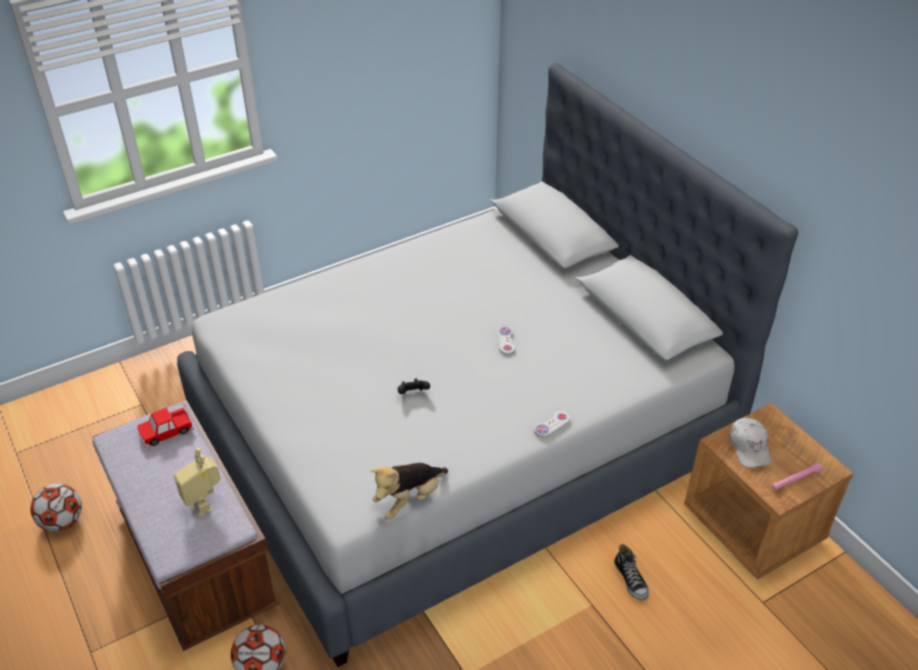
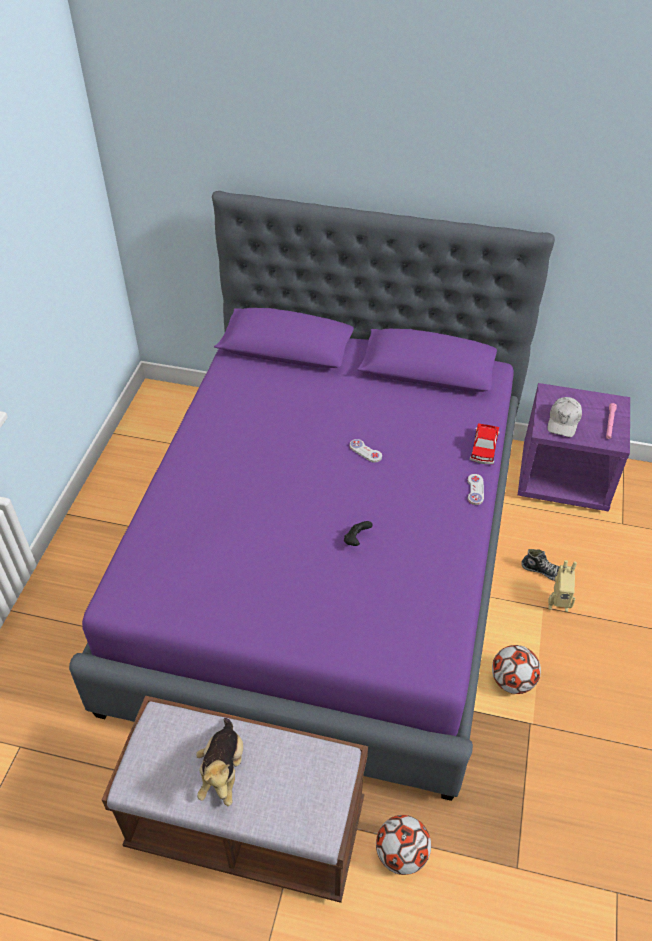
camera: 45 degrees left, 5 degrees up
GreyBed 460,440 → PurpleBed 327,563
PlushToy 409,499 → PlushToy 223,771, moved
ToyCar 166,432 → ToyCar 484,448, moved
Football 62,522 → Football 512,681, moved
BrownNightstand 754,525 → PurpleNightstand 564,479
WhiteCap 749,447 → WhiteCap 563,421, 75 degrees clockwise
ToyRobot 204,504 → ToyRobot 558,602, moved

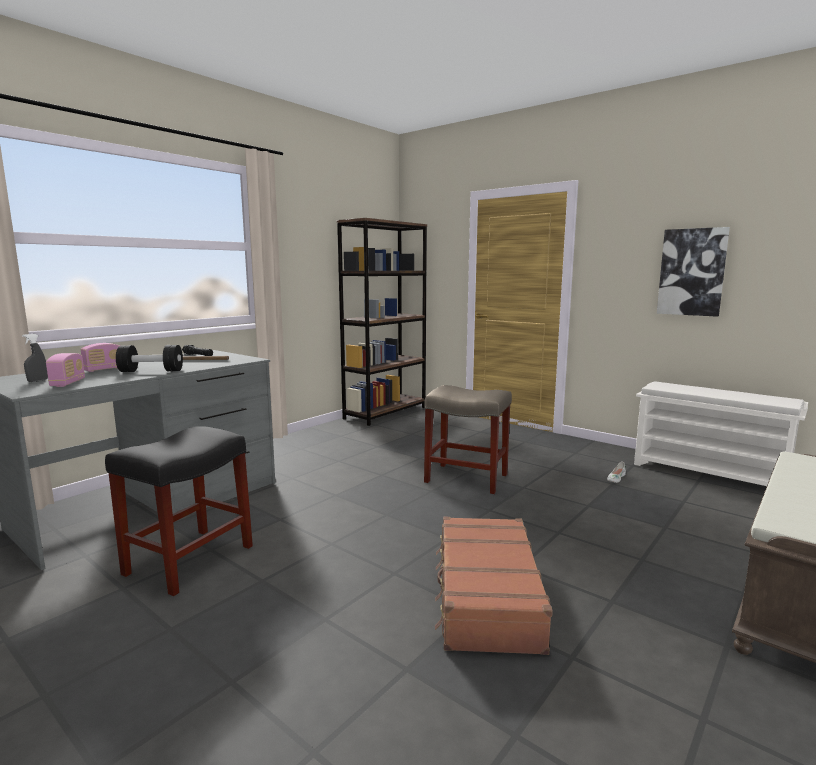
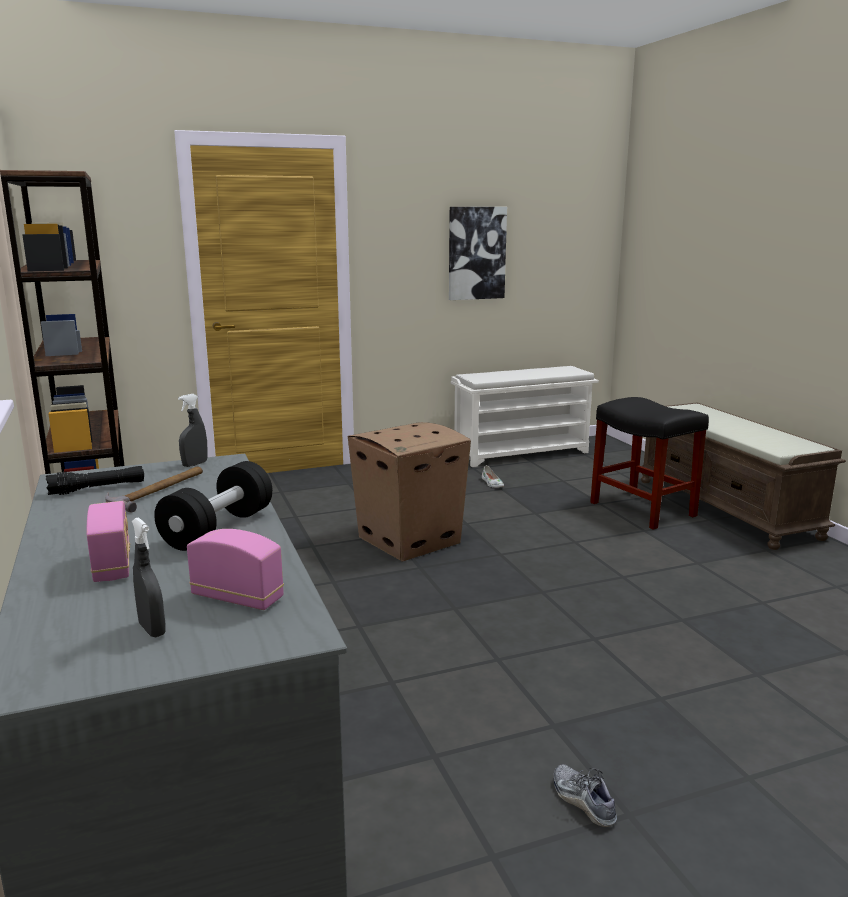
camera: 60 degrees left, 5 degrees up
- → GreySprayBottle 195,464
BeigeStool 467,478 → CardboardBox 410,540
- → Shoe 583,801
BlackStool 188,561 → BlackStool 644,510, moved
BrownSuitcase 486,596 → -

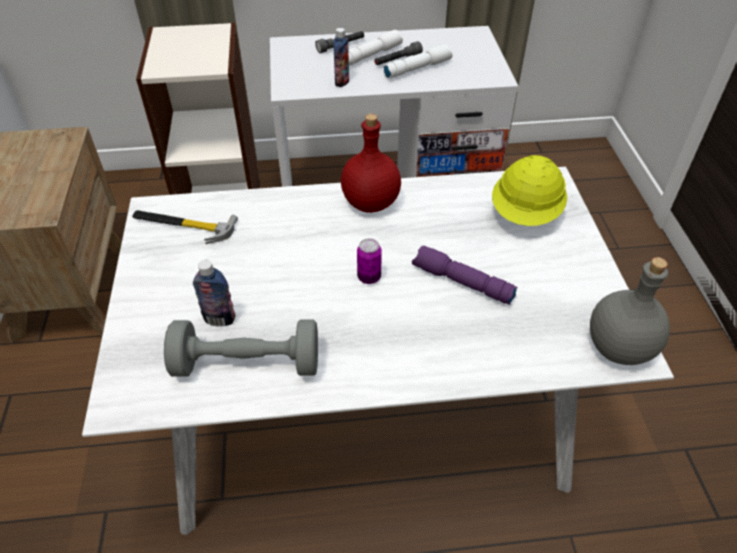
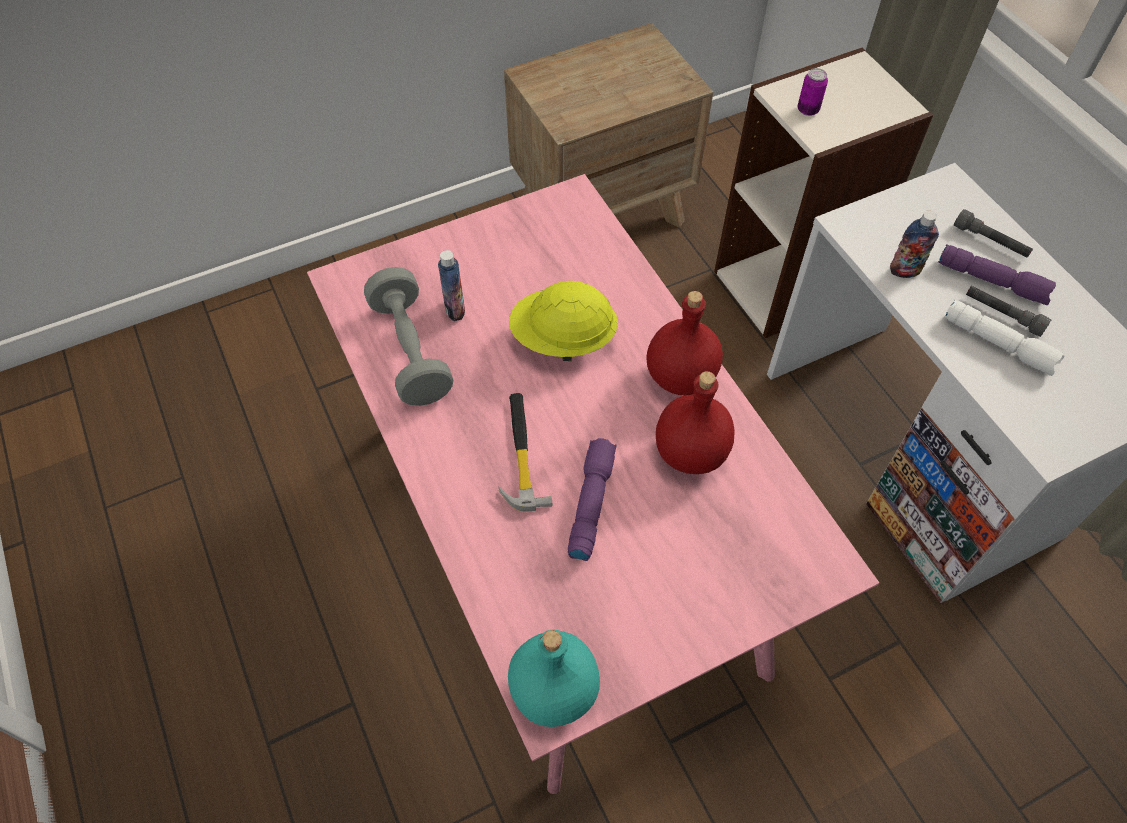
camera: 70 degrees right, 10 degrees up
WhiteDiningTable 369,414 → PinkDiningTable 566,543
Hammer 183,226 → Hammer 520,452, moved
GreyBottle 618,349 → TurquoiseBottle 552,691
YellowHardHat 525,214 → YellowHardHat 563,339, moved
- → RedBottle 690,454
Can 369,277 → Can 808,110, moved
WhiteFlashlight 371,55 → PurpleFlashlight 993,281

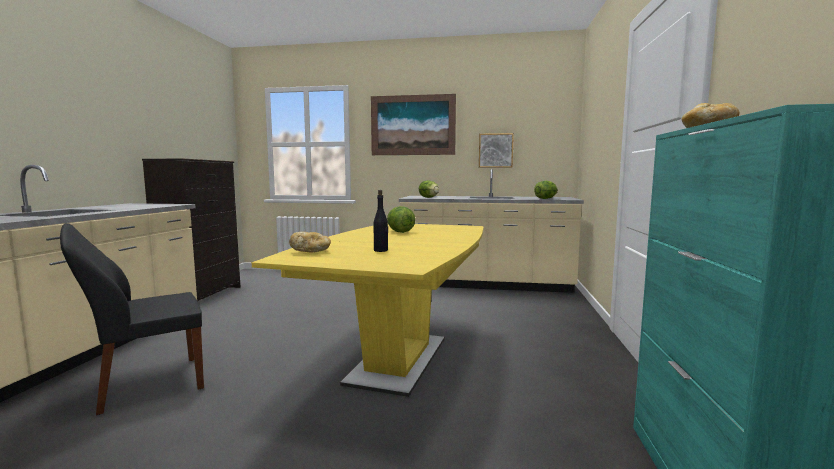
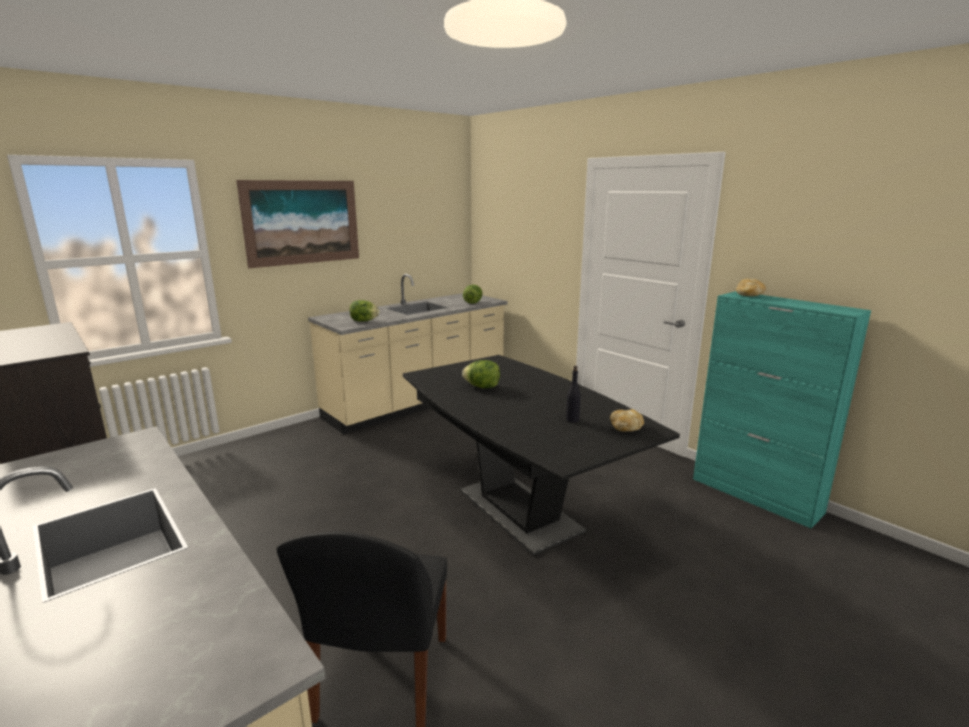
camera: 50 degrees left, 10 degrees up
YellowDiningTable 398,360 → BlackDiningTable 519,511
Bread 311,251 → Bread 626,428, moved
Picture 495,150 → -

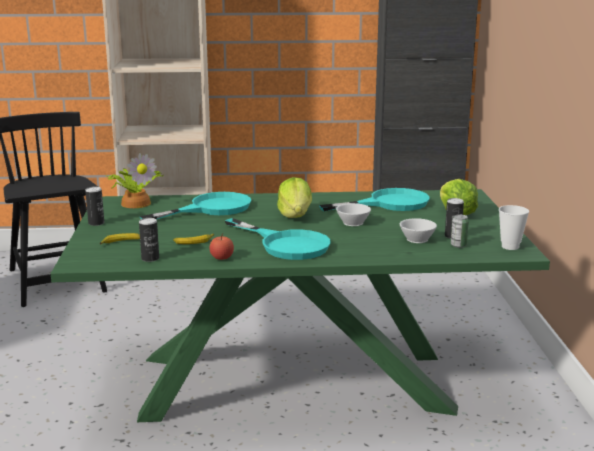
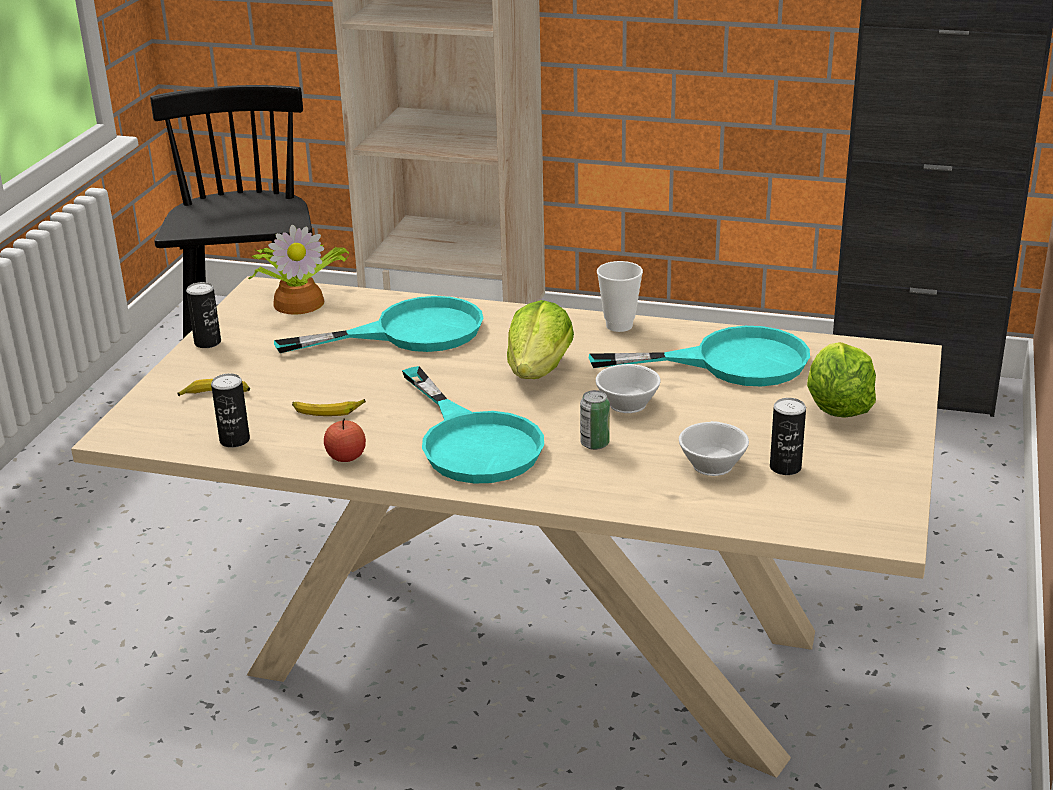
camera: 20 degrees right, 10 degrees up
GreenDiningTable 297,383 → BeigeDiningTable 535,651
Can 458,245 → Can 595,444, moved
Cup 510,246 → Cup 619,325, moved

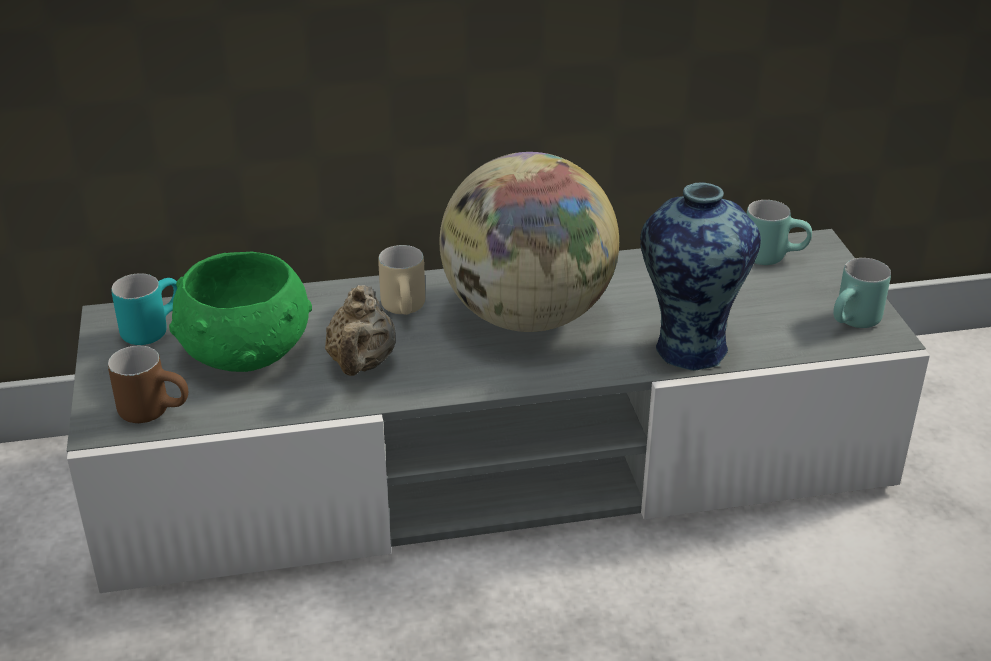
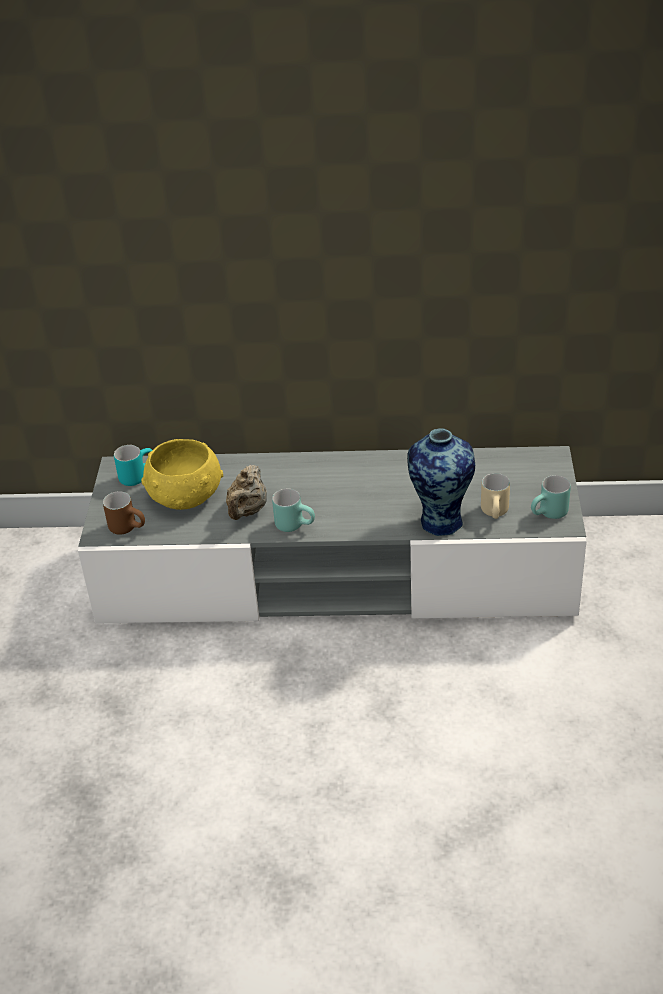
camera: 15 degrees right, 5 degrees up
GreenBowl 244,352 → YellowBowl 184,496
TurquoiseMug 773,256 → TurquoiseMug 296,524, moved
BeigeMug 407,310 → BeigeMug 497,513, moved
Globe 527,316 → -

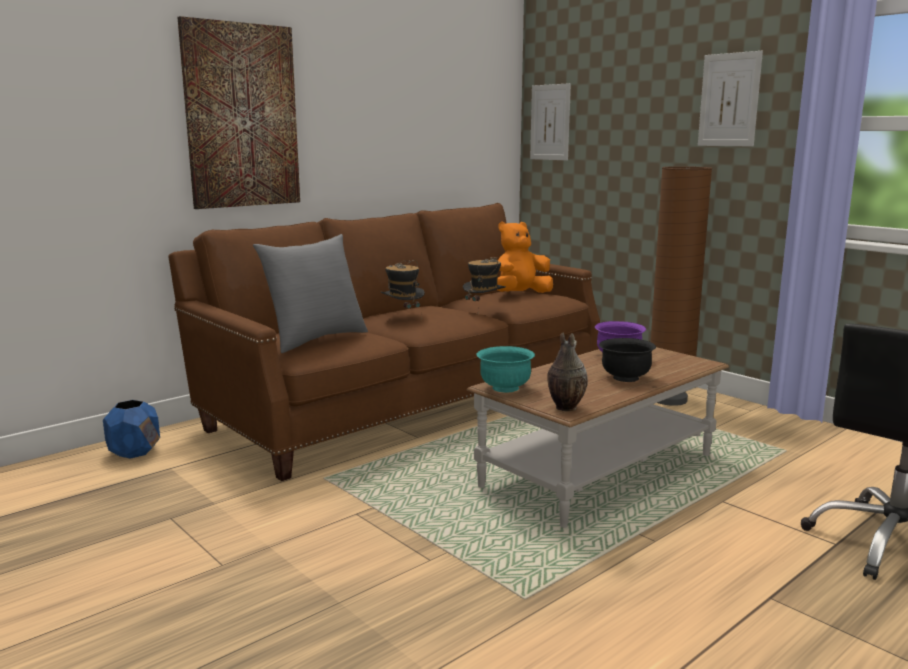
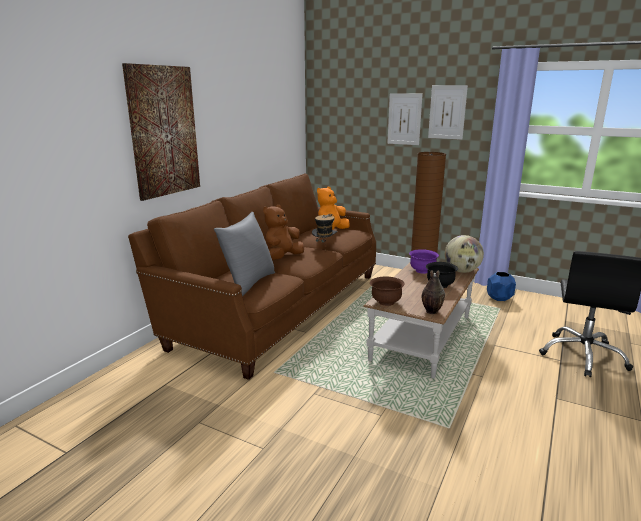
camera: 20 degrees left, 5 degrees up
Hat 403,317 → BrownPlushToy 282,258
TurquoiseBowl 505,388 → BrownBowl 386,302
Picture 550,122 → Picture 404,119, moved
- → Globe 462,271
BluePlanter 135,452 → BluePlanter 499,298, moved

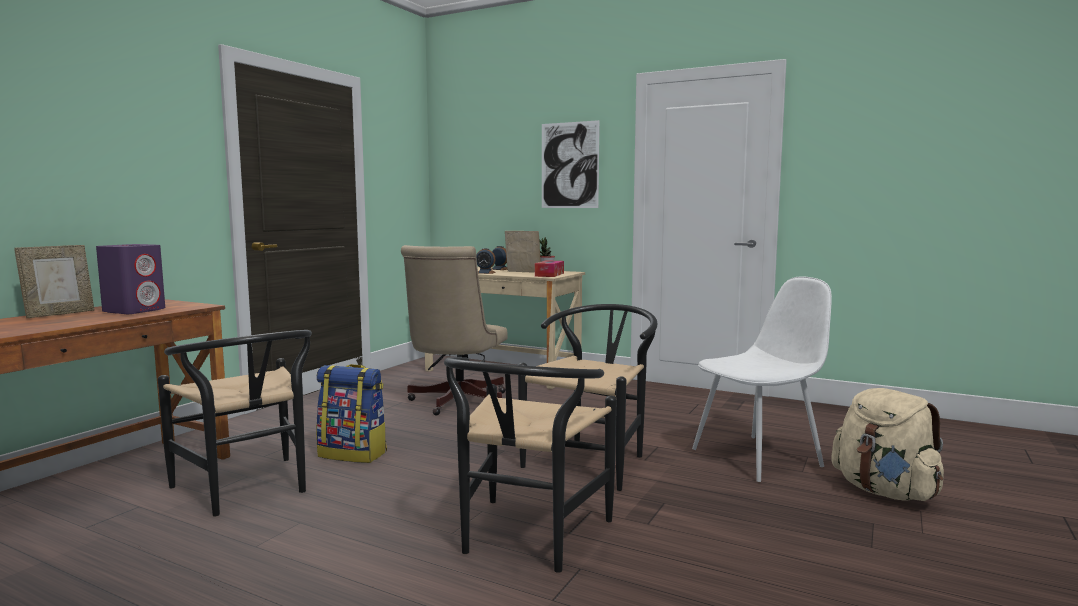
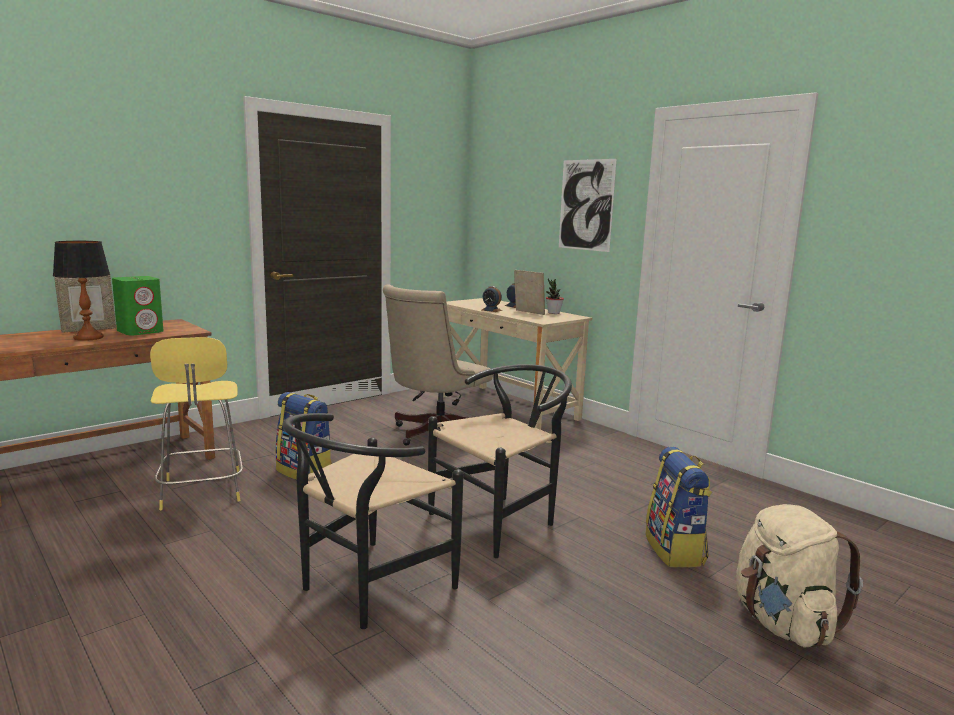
camera: 20 degrees right, 5 degrees up
- → TableLamp 89,338
PurpleSpeaker 135,310 → GreenSpeaker 141,331
BlackChair 248,490 → YellowStool 202,492
WhiteChair 758,457 → Backpack 675,550
TissueBox 549,274 → -

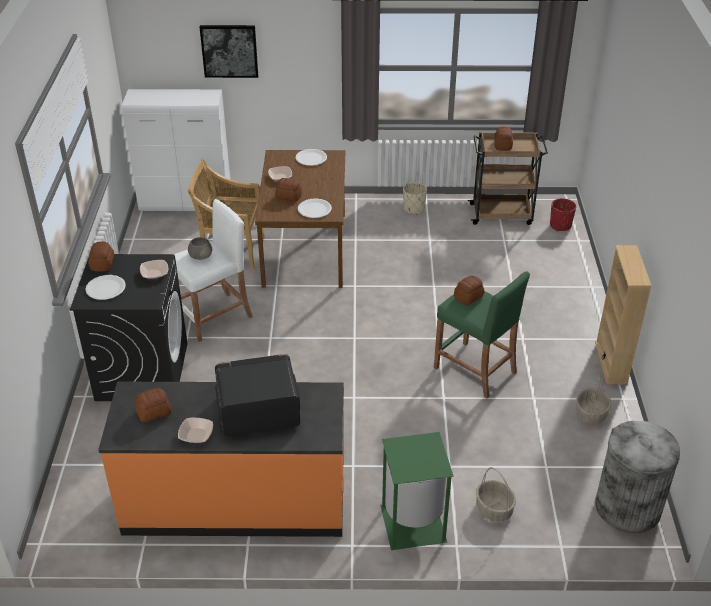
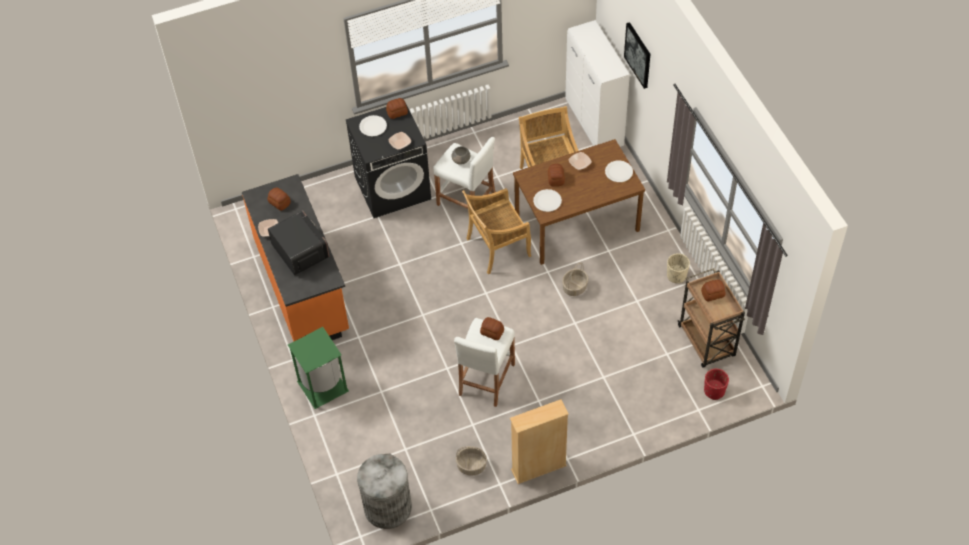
camera: 70 degrees right, 15 degrees up
GreenStool 475,370 → WhiteStool 486,379
- → BeigeChair 497,248
Basket 493,509 → Basket 574,287, moved

